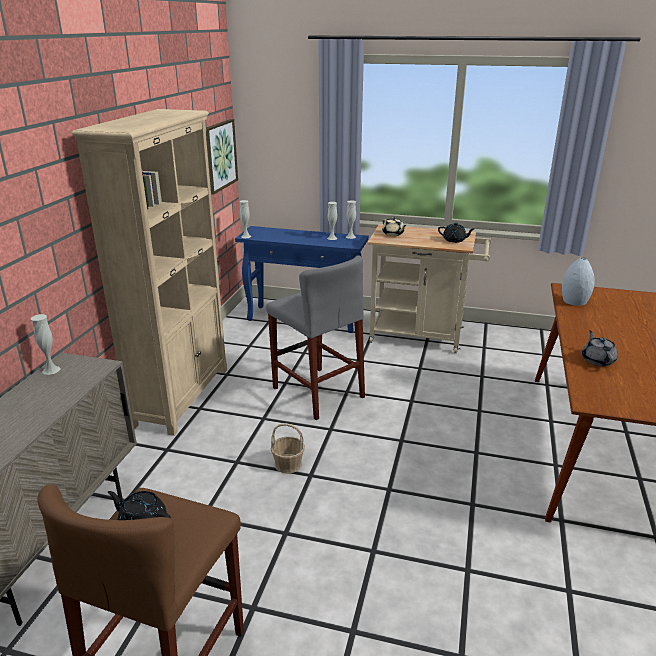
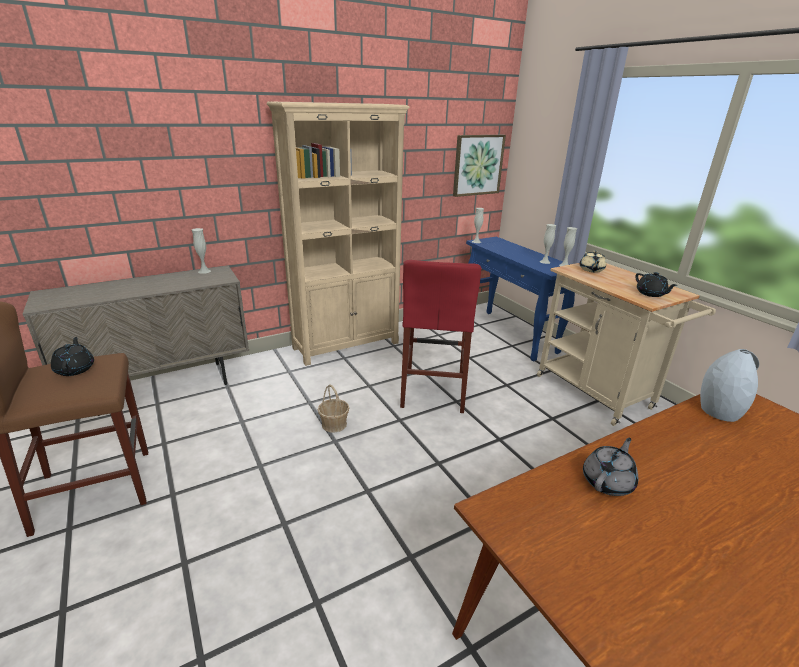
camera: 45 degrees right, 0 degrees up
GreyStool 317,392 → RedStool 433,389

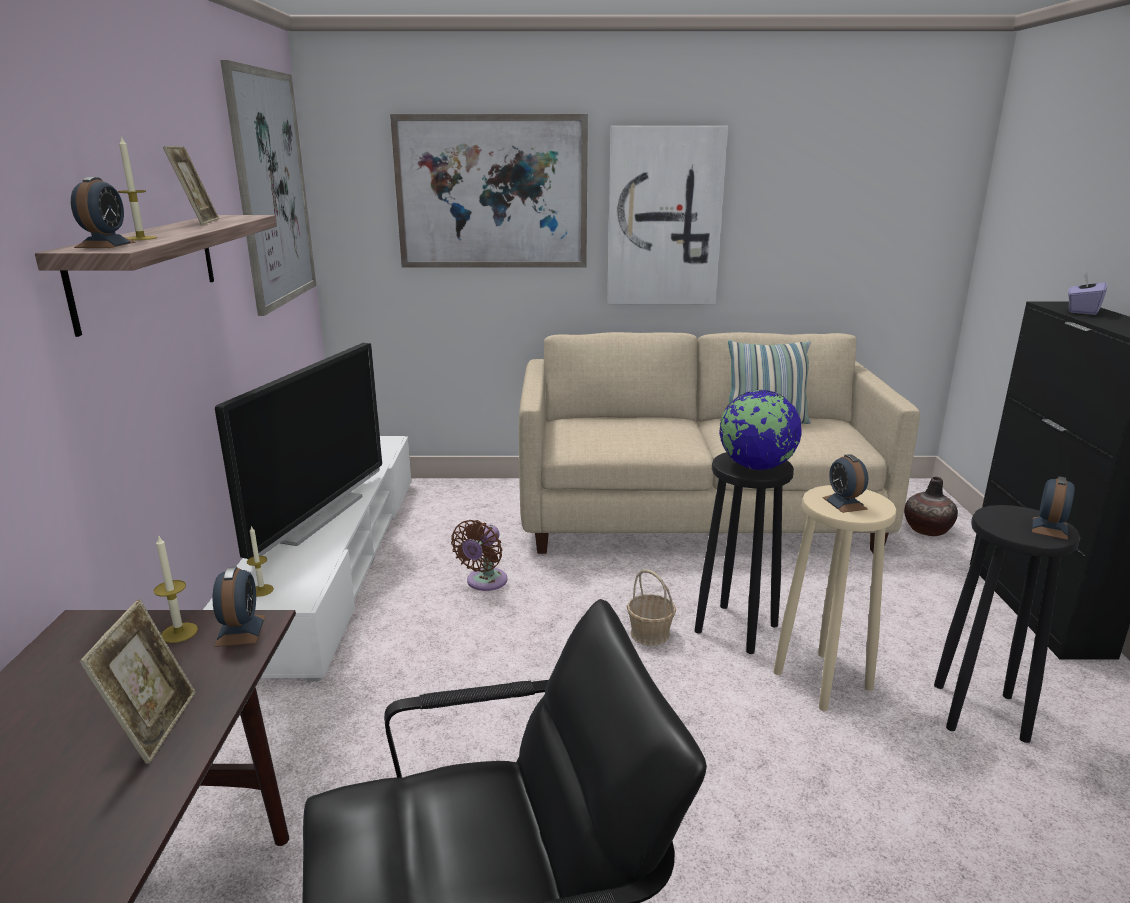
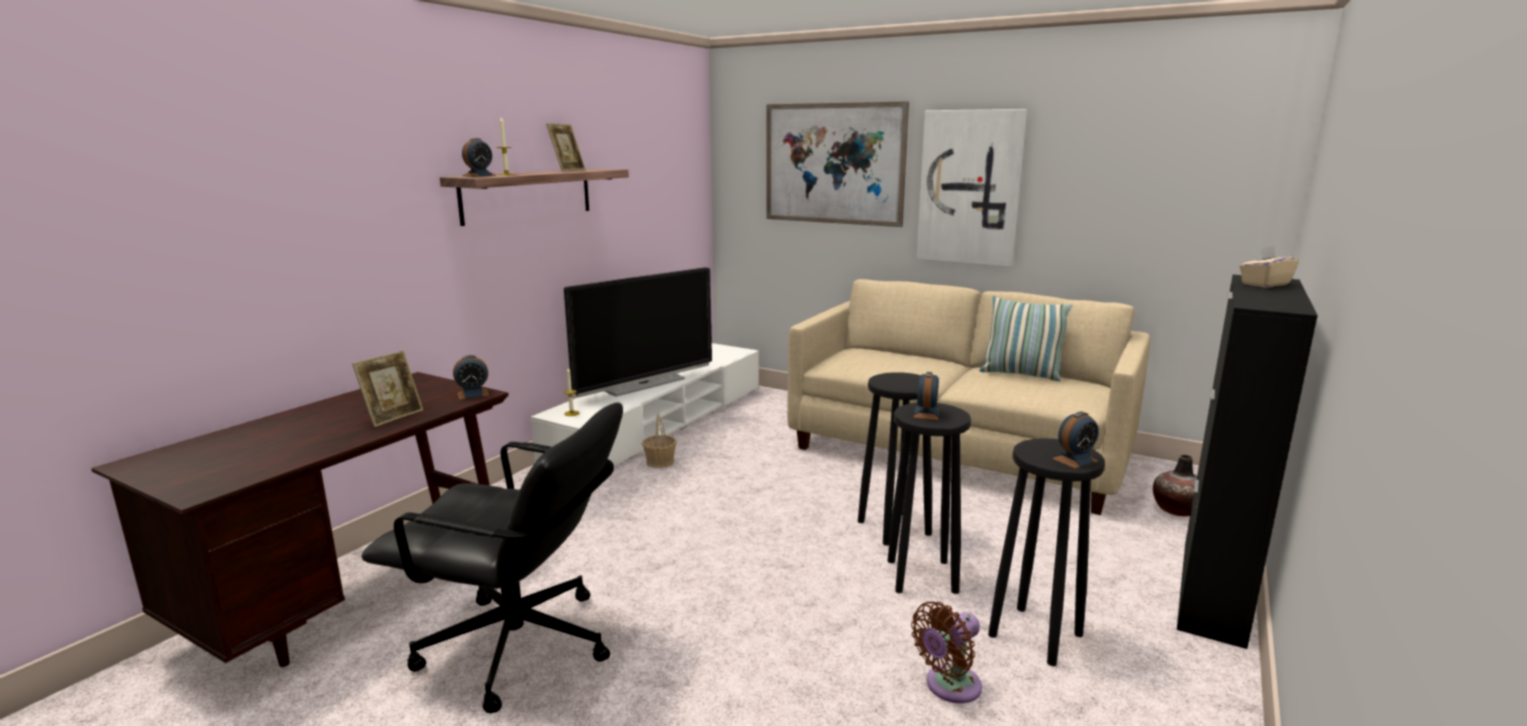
camera: 30 degrees right, 5 degrees down
AlarmClock 240,630 → AlarmClock 473,394, 45 degrees clockwise
Basket 650,634 → Basket 660,462, moved
BeigeStool 823,681 → BlackStool 922,576
BrownFan 484,582 → BrownFan 949,687, moved
PurpleTissueBox 1082,311 → BeigeTissueBox 1264,284
Candle 179,632 → -
Picture 271,189 → -
Globe 756,467 → -

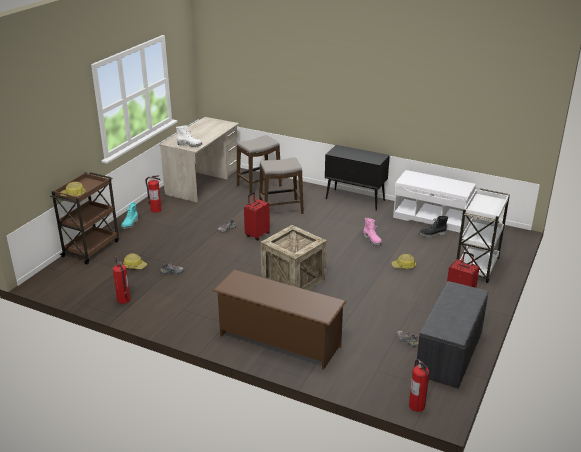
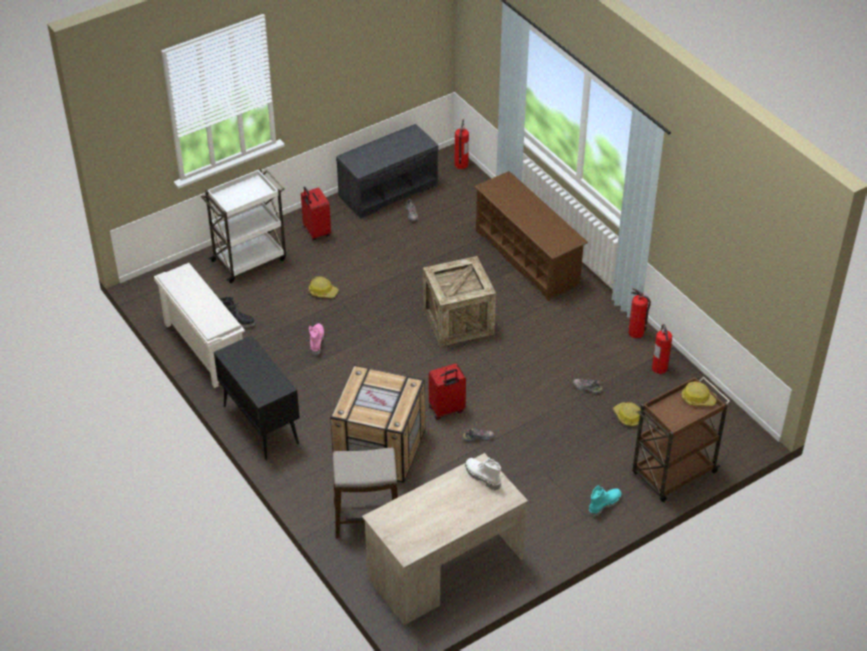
camera: 150 degrees left, 15 degrees up
WhiteBench 432,218 → WhiteShoeRack 204,348
Stool 280,210 → Crate 378,447
FireExtinguisher 156,210 → FireExtinguisher 636,333, moved

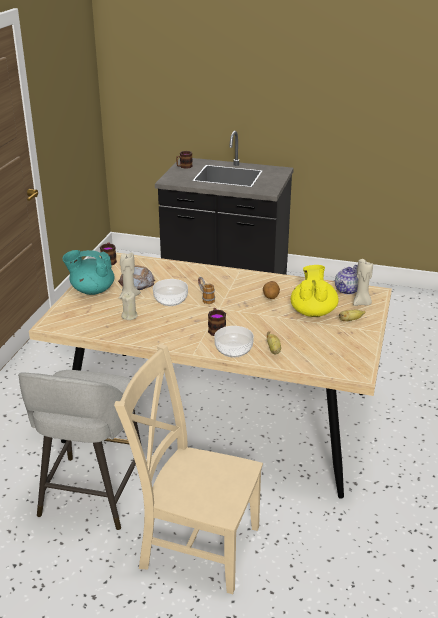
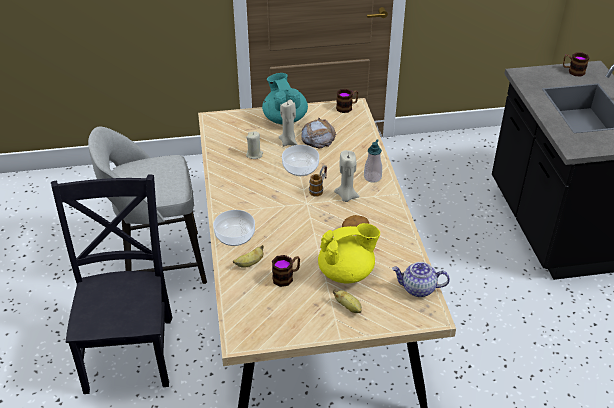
camera: 65 degrees right, 10 degrees up
BeigeChair 195,544 → BlackChair 130,349
Mug 216,329 → Mug 286,277, moved
BeigeCandle 361,303 → BeigeCandle 346,197, moved
- → SoapDispenser 372,177

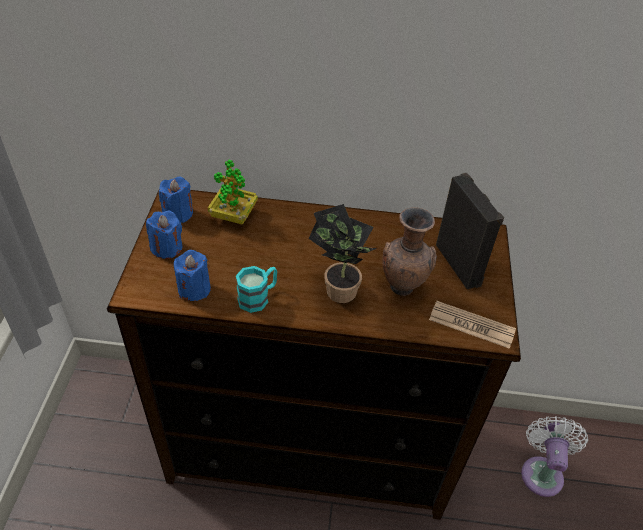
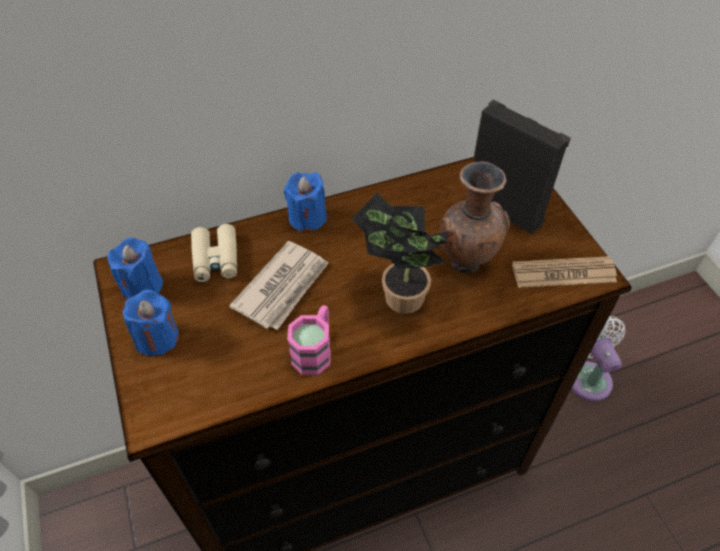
camera: 25 degrees left, 5 degrees up
PottedPlant 233,216 → BeigeBinoculars 216,259
- → Newspaper 283,287
BlueCandle 194,289 → BlueCandle 307,218, moved
TurquoiseMug 258,297 → PinkMug 315,350

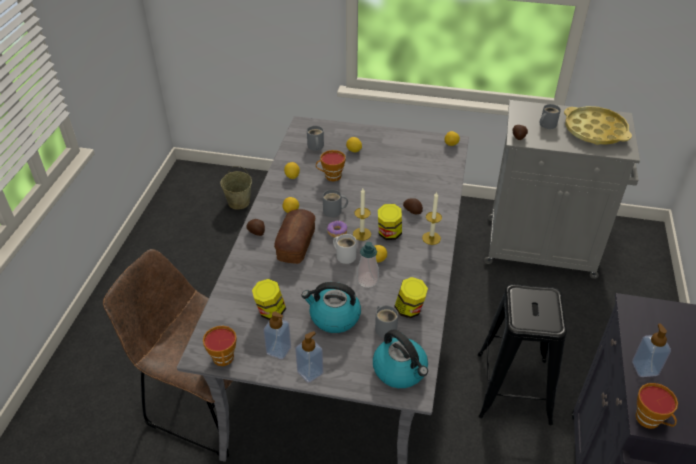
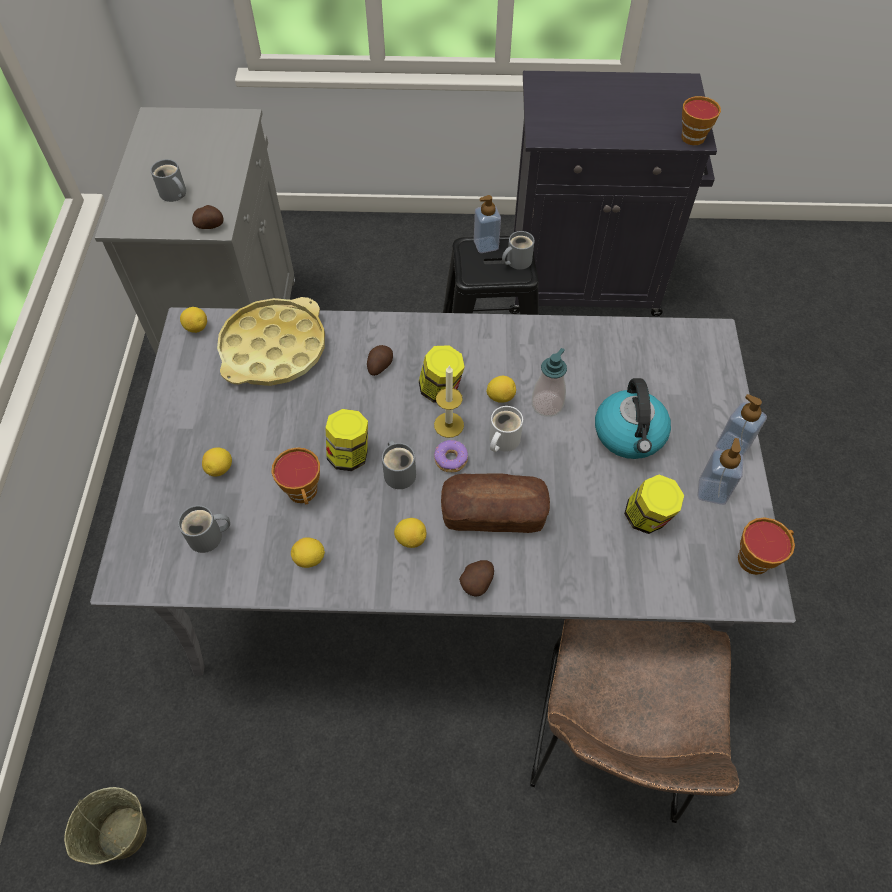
camera: 100 degrees left, 15 degrees up
YellowTray 595,130 → YellowTray 273,349, moved
Jar 409,310 → Jar 349,454, moved
SoapDispenser 644,368 → SoapDispenser 486,245, moved
GreyMug 385,327 → GreyMug 516,261, moved
Kettle 400,370 → -
Candle 431,238 → -

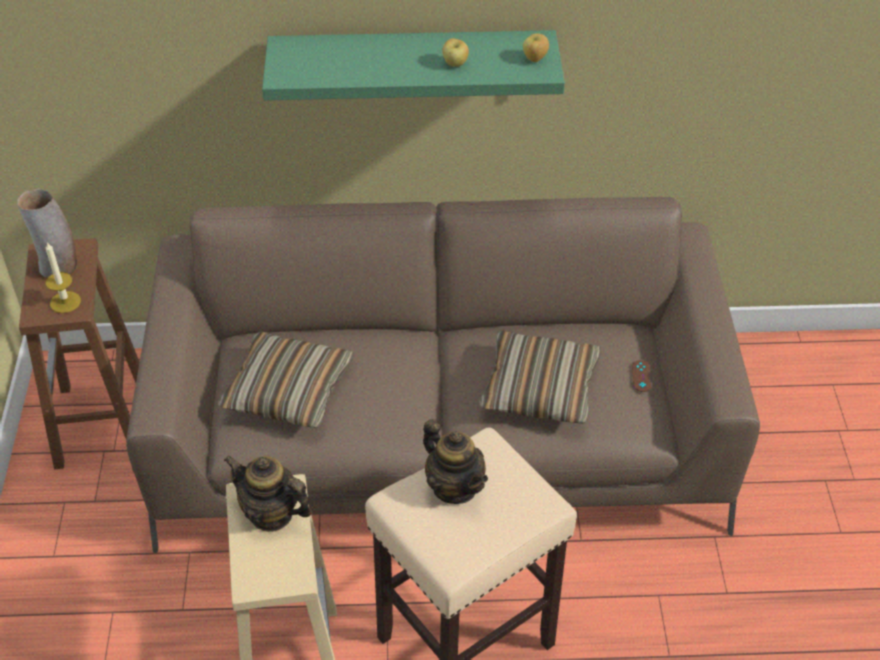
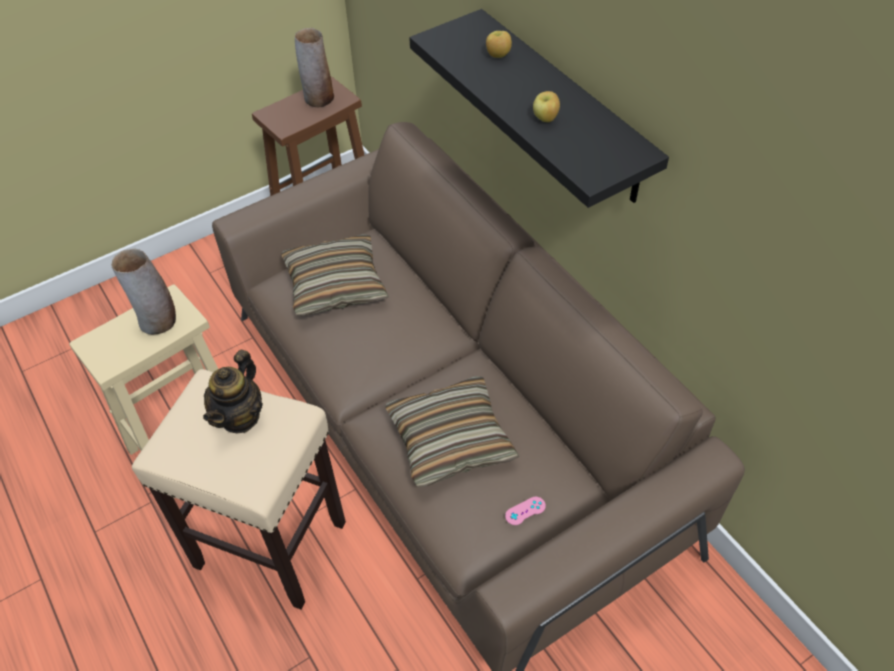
camera: 60 degrees right, 5 degrees up
Teapot 271,514 → Vase 158,322
GreenShelf 412,64 → BlackShelf 564,108
Apple 535,59 → Apple 498,55, moved
BrownGameController 641,376 → PinkGameController 525,511
Candle 65,302 → -

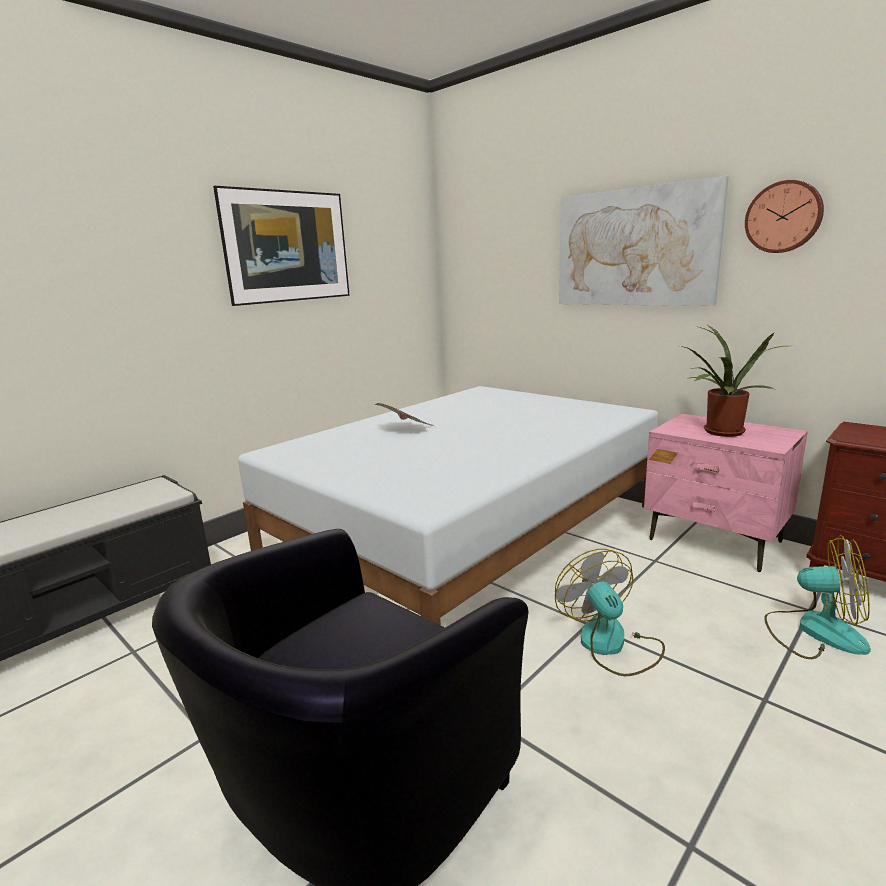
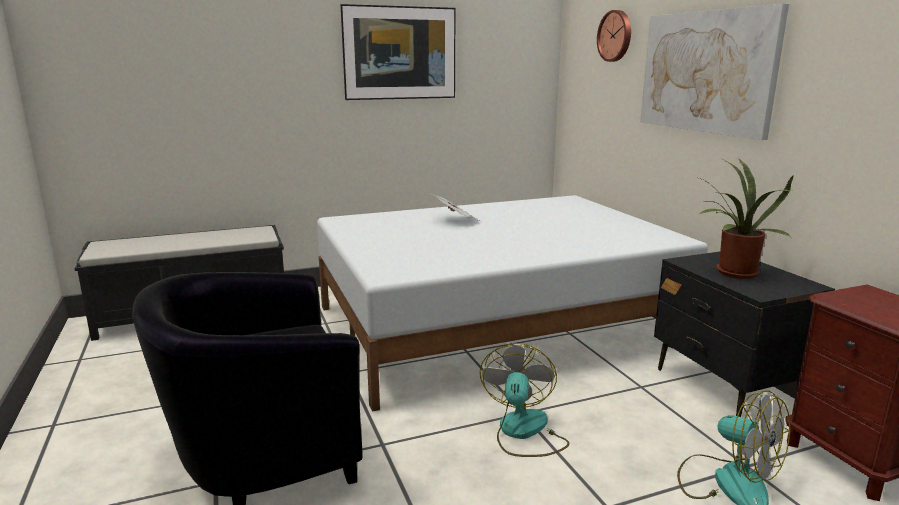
camera: 25 degrees right, 0 degrees up
WallClock 783,217 → WallClock 615,36, moved
PinkNightstand 715,541 → BlackNightstand 725,388

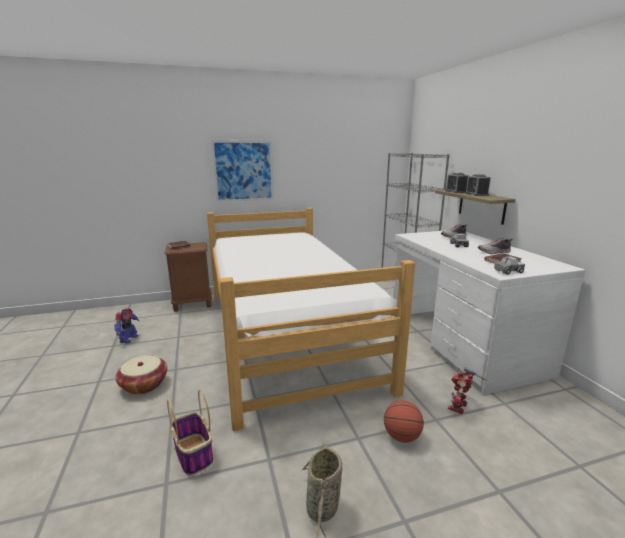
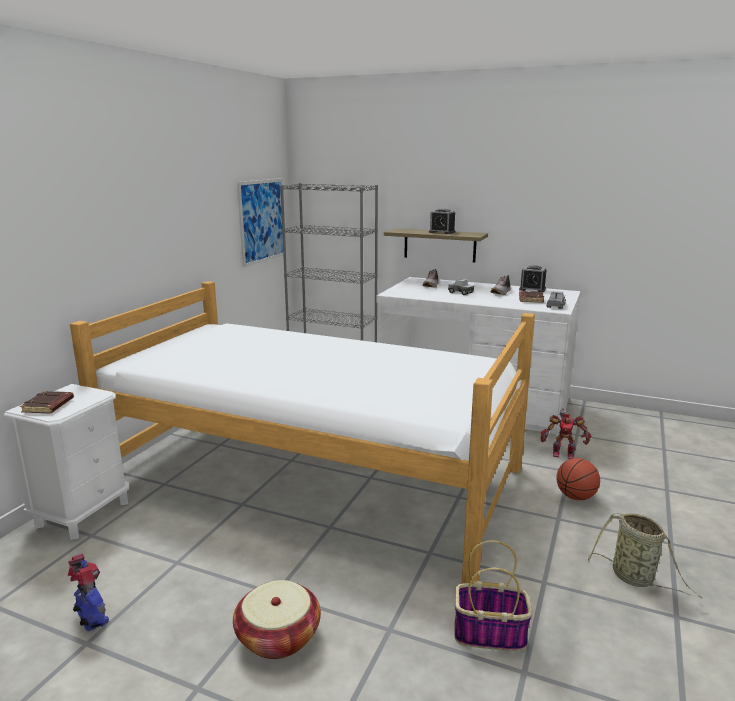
camera: 50 degrees left, 0 degrees up
BrownNightstand 193,304 → WhiteNightstand 82,513
Picture 243,171 → Picture 262,221, moved
AlarmClock 456,191 → AlarmClock 532,289, moved
ToyRobot 459,407 → ToyRobot 563,453, 60 degrees counterclockwise

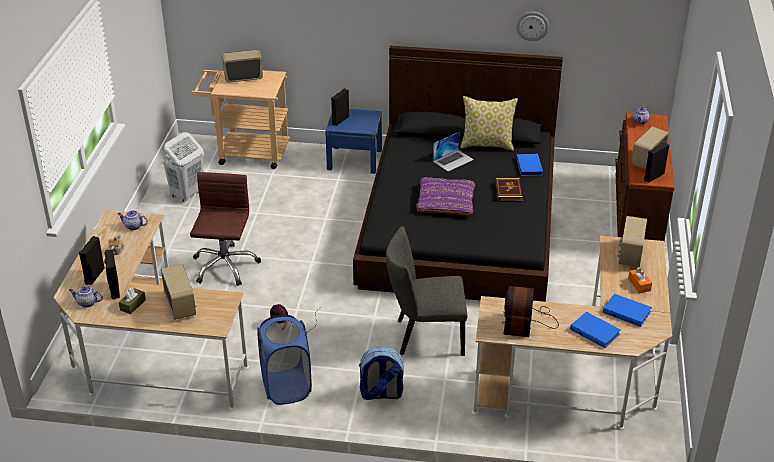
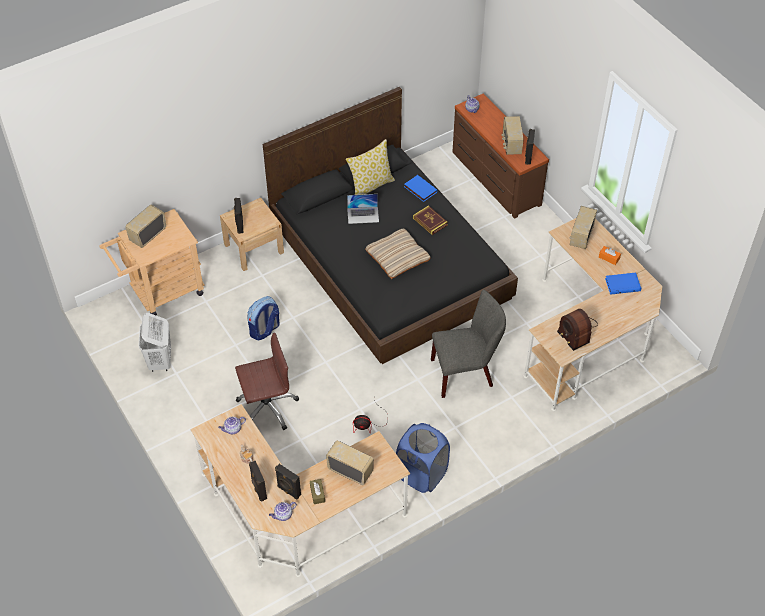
camera: 40 degrees left, 15 degrees up
BlueNightstand 354,159 → BeigeNightstand 254,248
BrownOfficeChair 224,266 → BrownOfficeChair 267,407, 105 degrees clockwise
Backpack 381,394 → Backpack 264,330, moved
Laptop 453,160 → Laptop 363,215, 75 degrees clockwise
PurplePillow 445,201 → BeigePillow 397,256
GreyChair 425,336 → GreyChair 466,372, 150 degrees counterclockwise
Radio 630,254 → Radio 581,236, 45 degrees clockwise
WallClock 532,26 → -
BlueBook 595,331 → -

